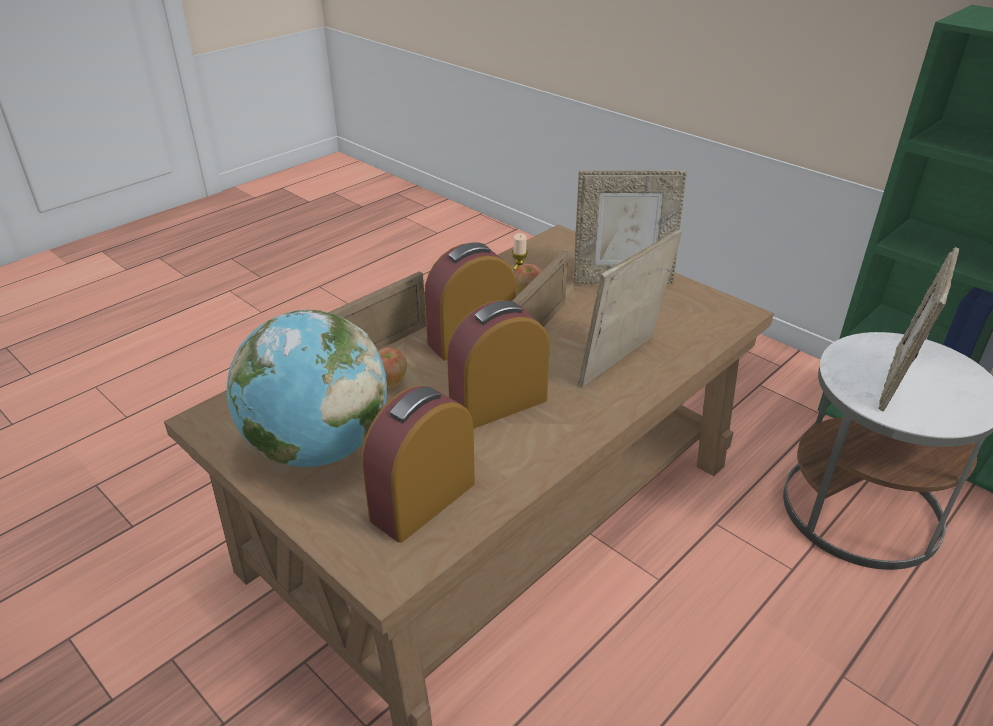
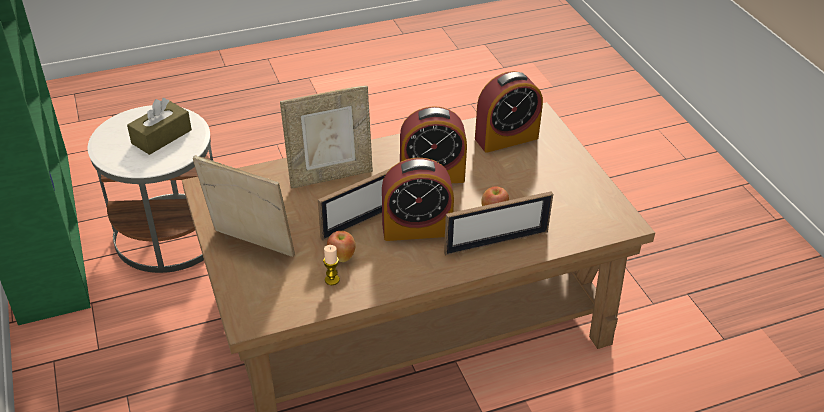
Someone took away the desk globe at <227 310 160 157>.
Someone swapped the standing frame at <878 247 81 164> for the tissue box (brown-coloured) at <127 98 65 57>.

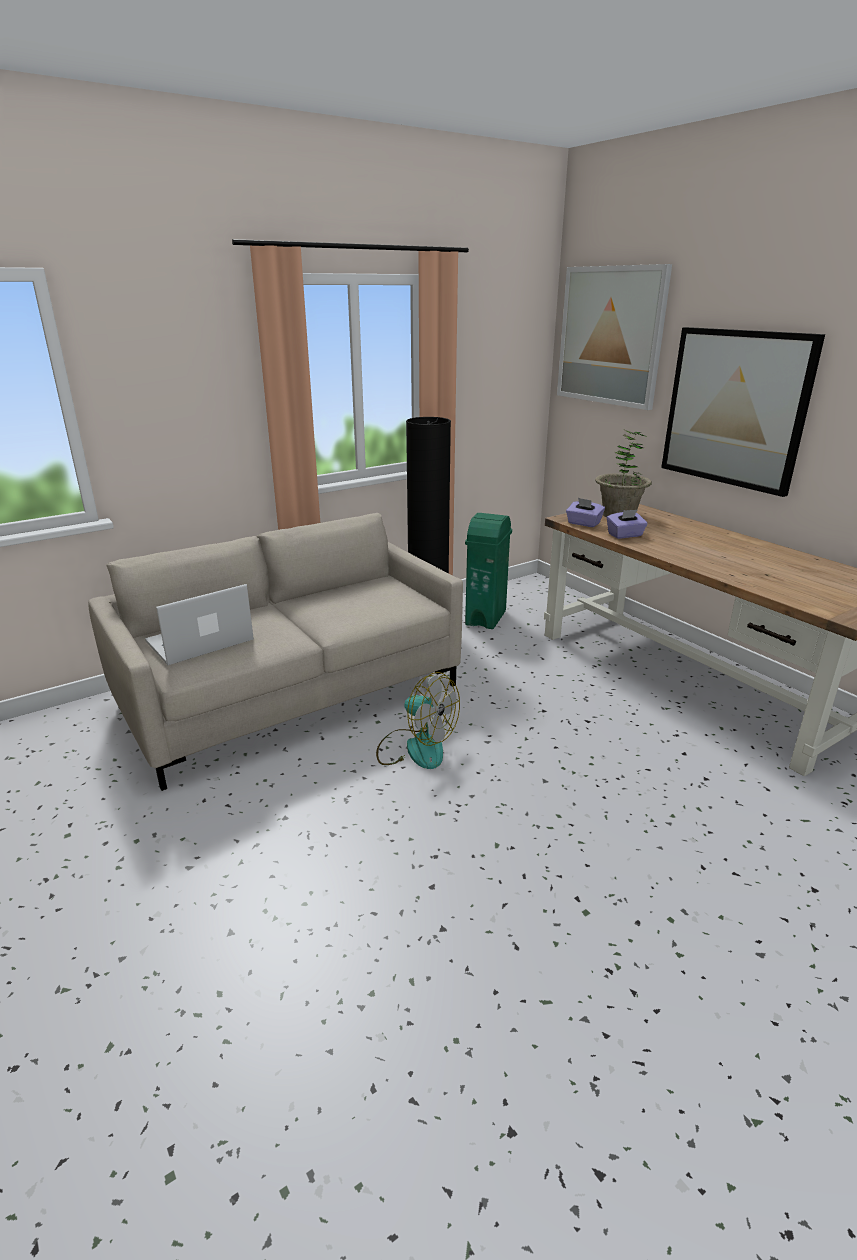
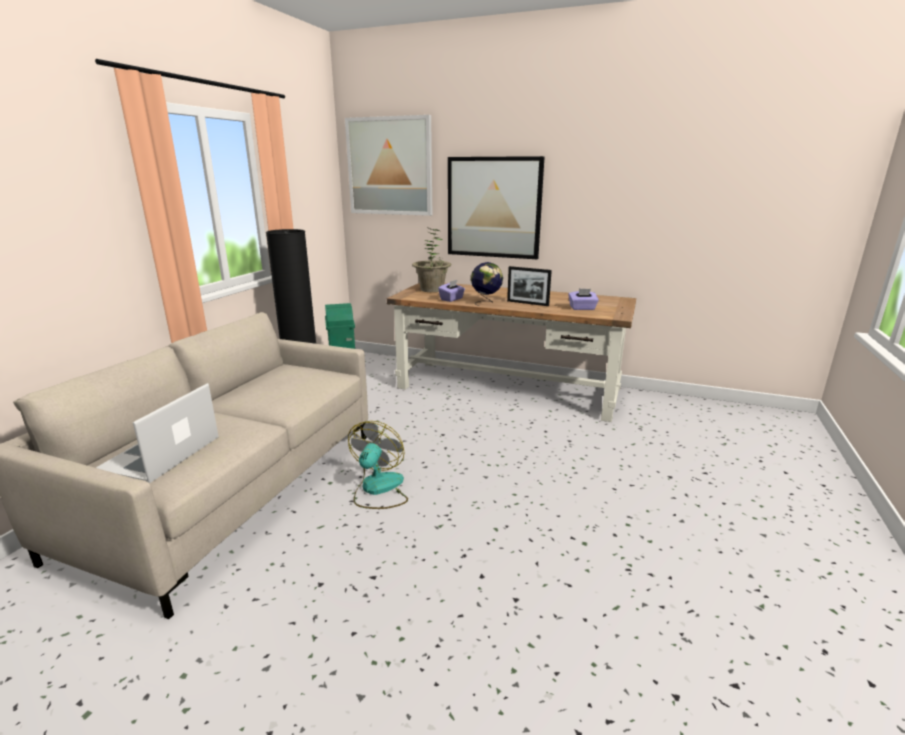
Someone rotated the electric fan at <376 672 84 97> by 75 degrees counterclockwise.
Someone carried the tissue box (purplish) from <566 498 39 29> to <568 289 31 21>.
Someone put down the desk globe at <471 262 32 44>.
Someone put down the standing frame at <507 266 45 40>.

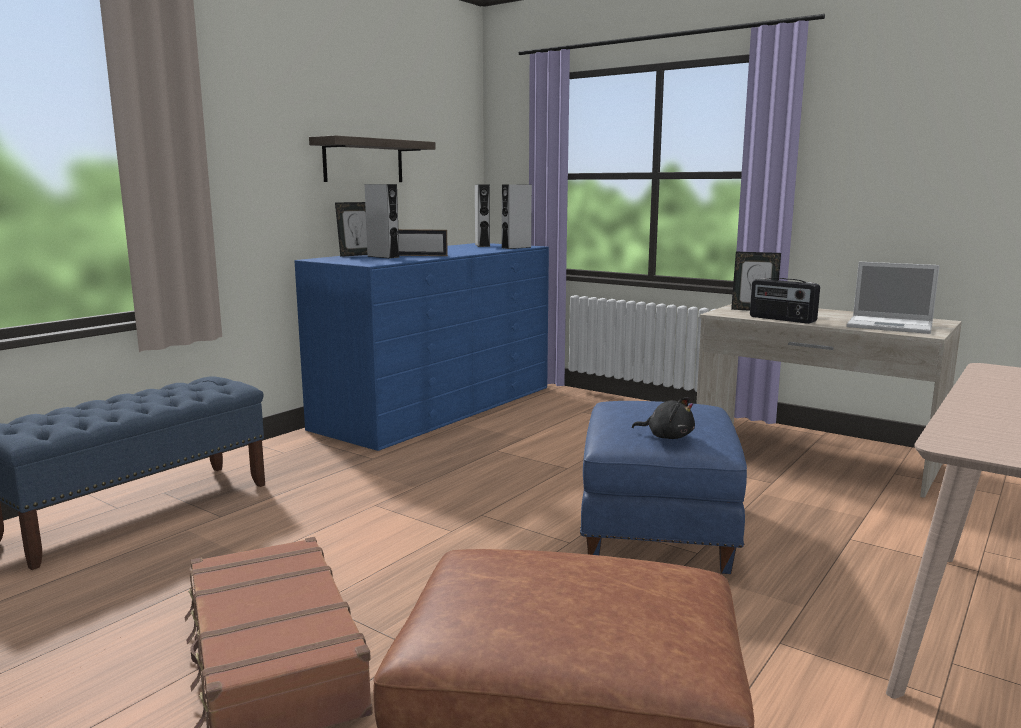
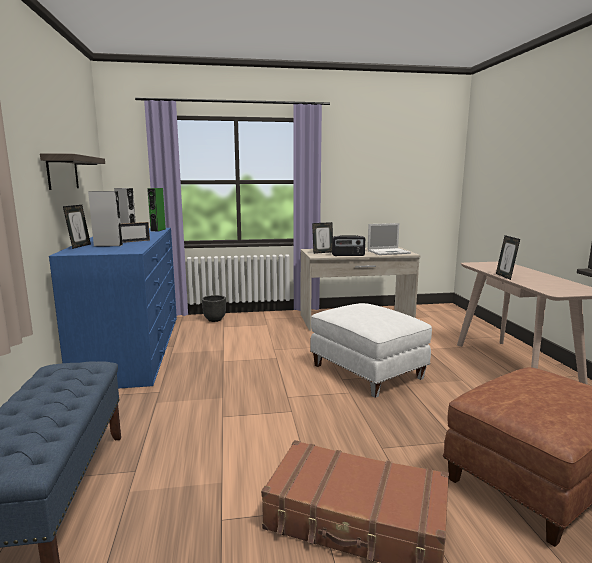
Someone repainted the audio speaker (gray) at <502 184 30 65>, which became the audio speaker (green) at <147 188 19 44>.
Someone repainted the pouffe (blue) at <580 401 167 173>, which became the pouffe (white-coloured) at <310 303 122 95>.
Someone took away the soft toy (blackish) at <632 397 63 42>.
Someone put down the flower pot (blackish) at <202 295 24 27>.
Someone put down the standing frame at <496 235 24 45>.

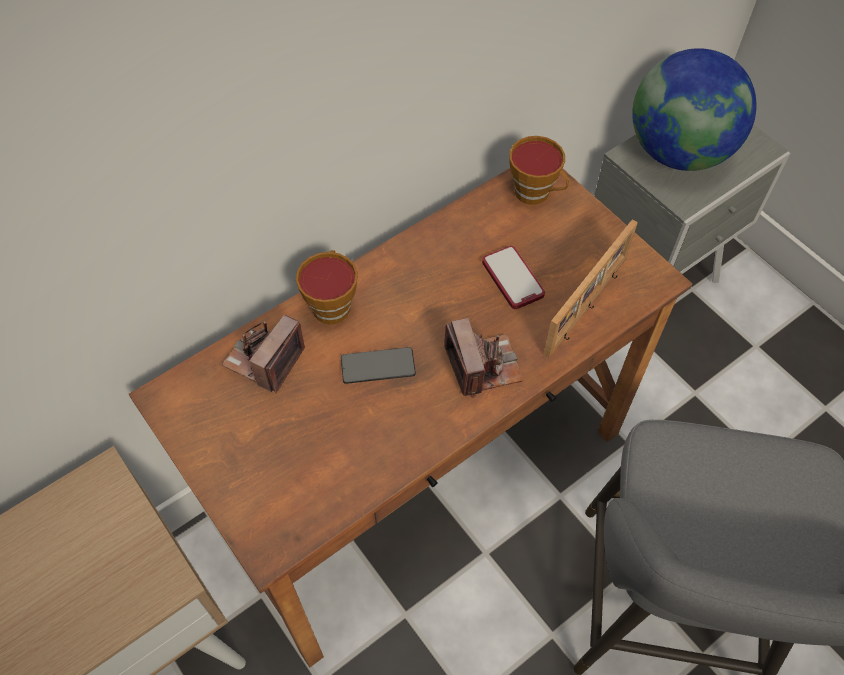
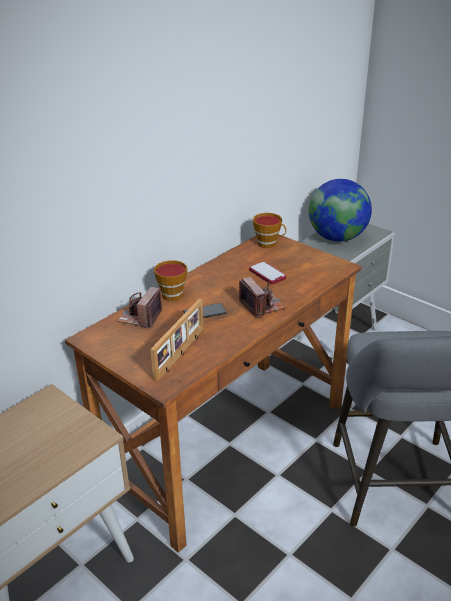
Someone carried the standing frame from <544 220 94 137> to <150 298 54 84>.

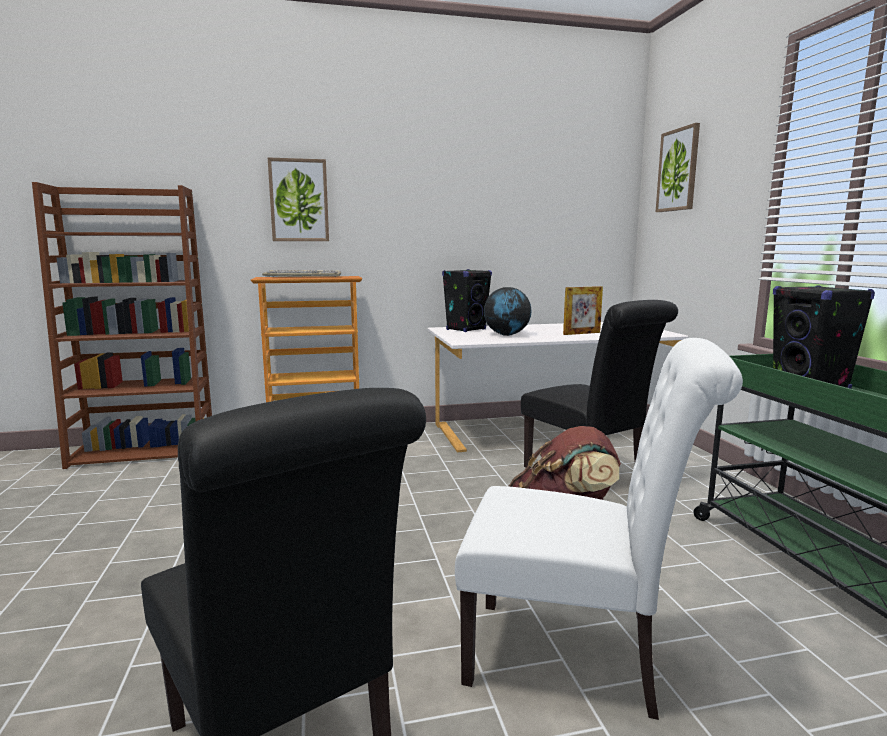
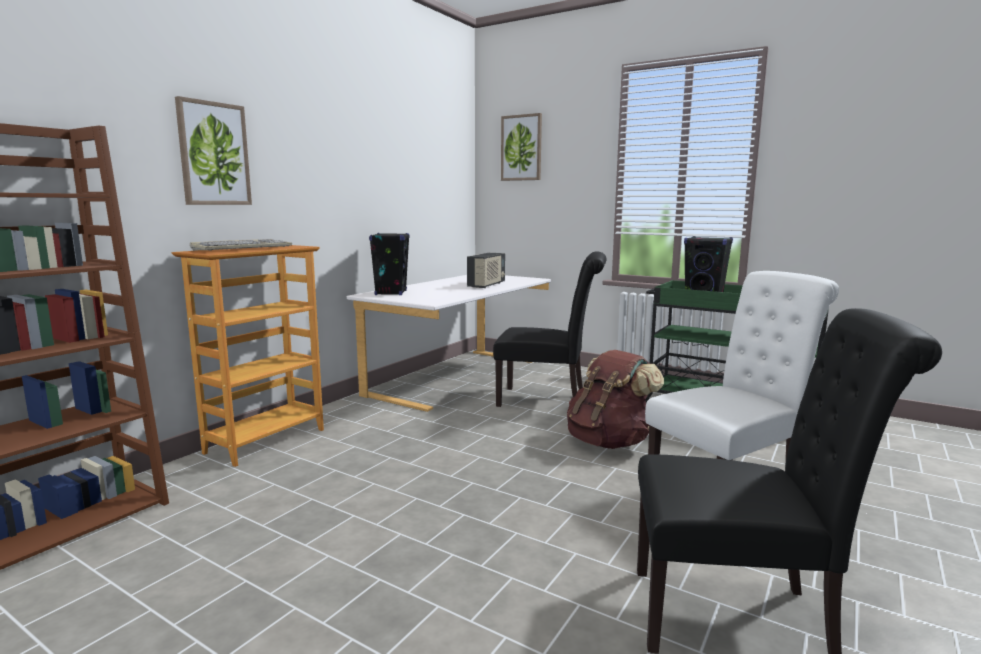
Someone took away the desk globe at <484 287 48 49>.
Someone swapped the standing frame at <563 286 40 49> for the radio set at <467 253 38 35>.

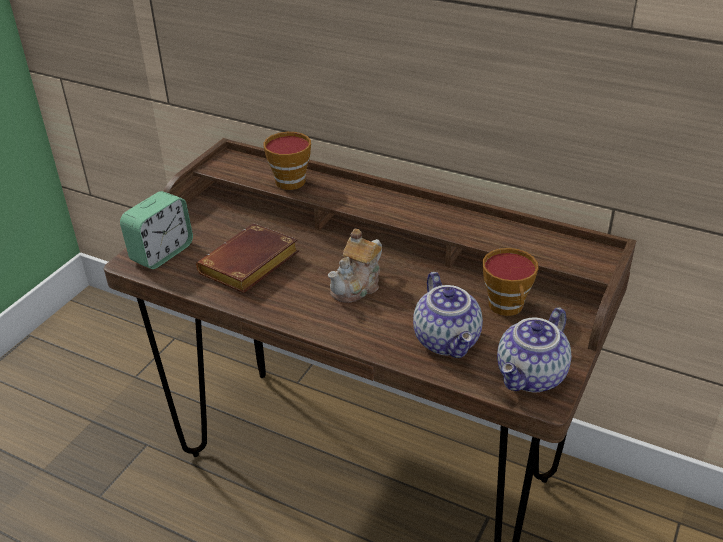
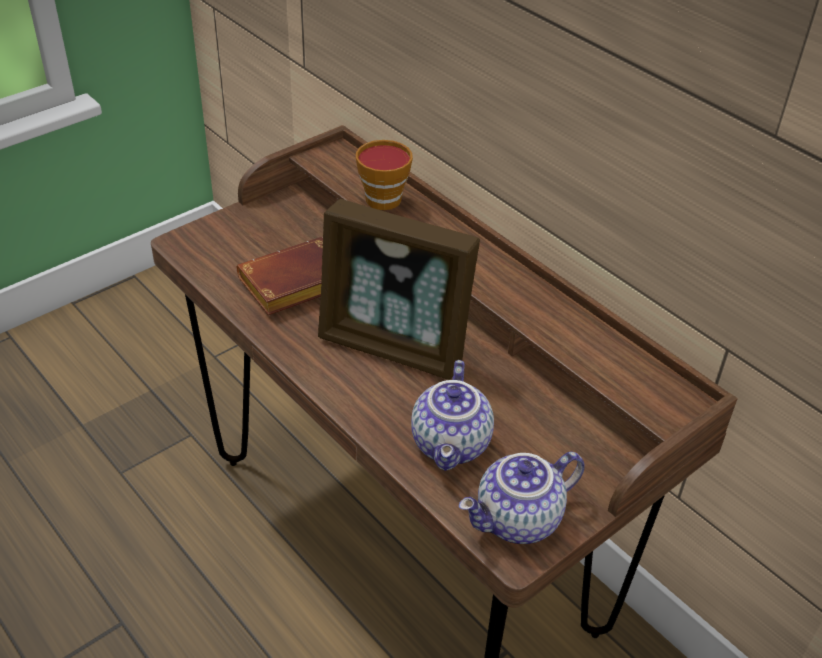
Someone took away the table clock at <120 191 73 78>.
Someone swapped the tea pot at <328 229 54 74> for the standing frame at <318 199 162 181>.
Someone took away the drinking cup at <482 248 57 68>.

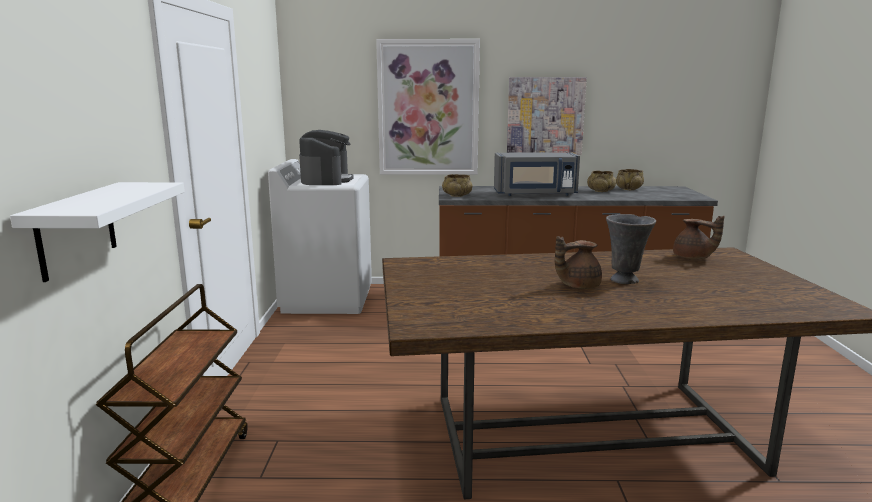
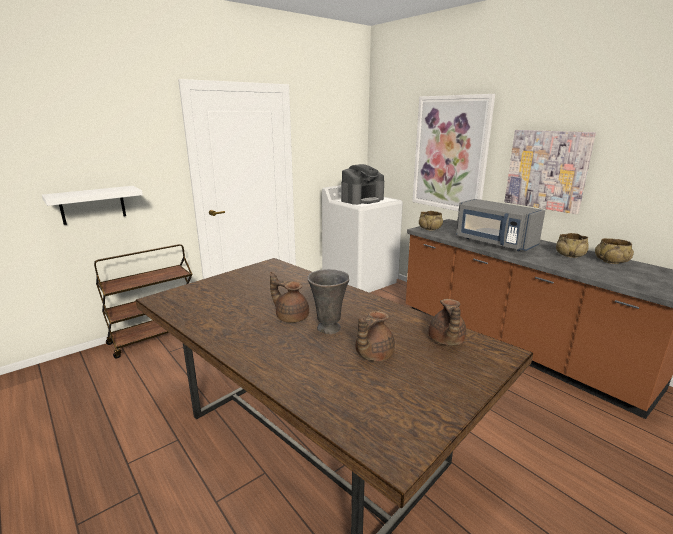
Someone put down the tea pot (brown-coloured) at <356 311 39 50>.

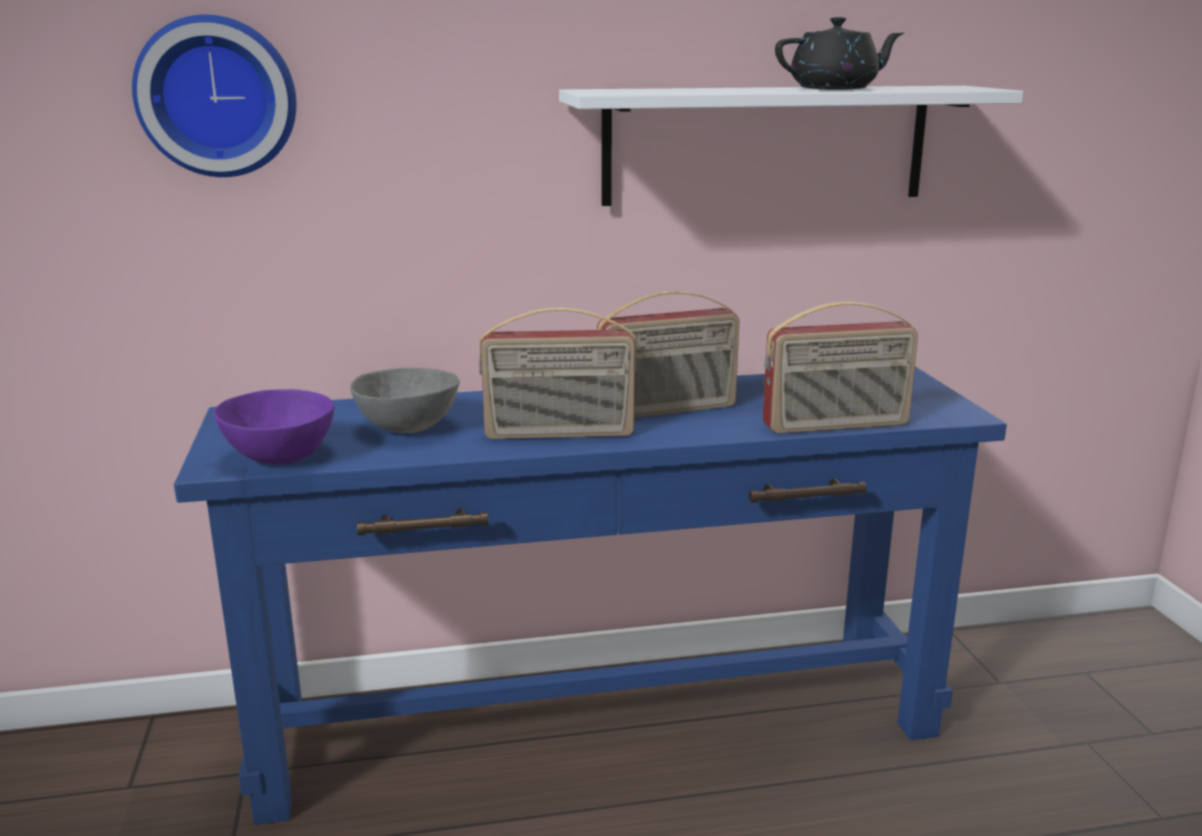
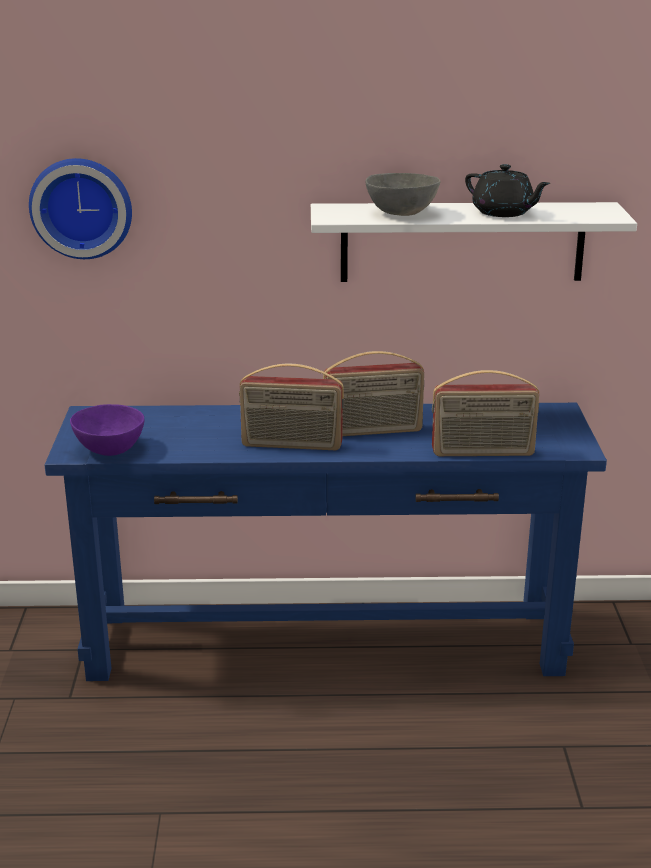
Someone carried the bowl (gray) from <350 368 110 65> to <365 173 76 43>.
Someone rotated the tea pot (blackish) at <775 17 129 72> by 45 degrees clockwise.

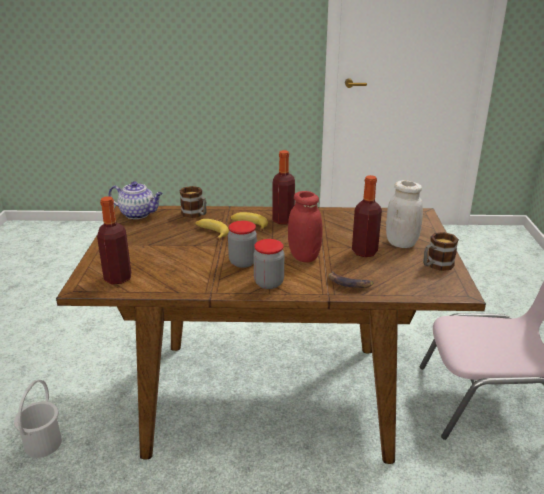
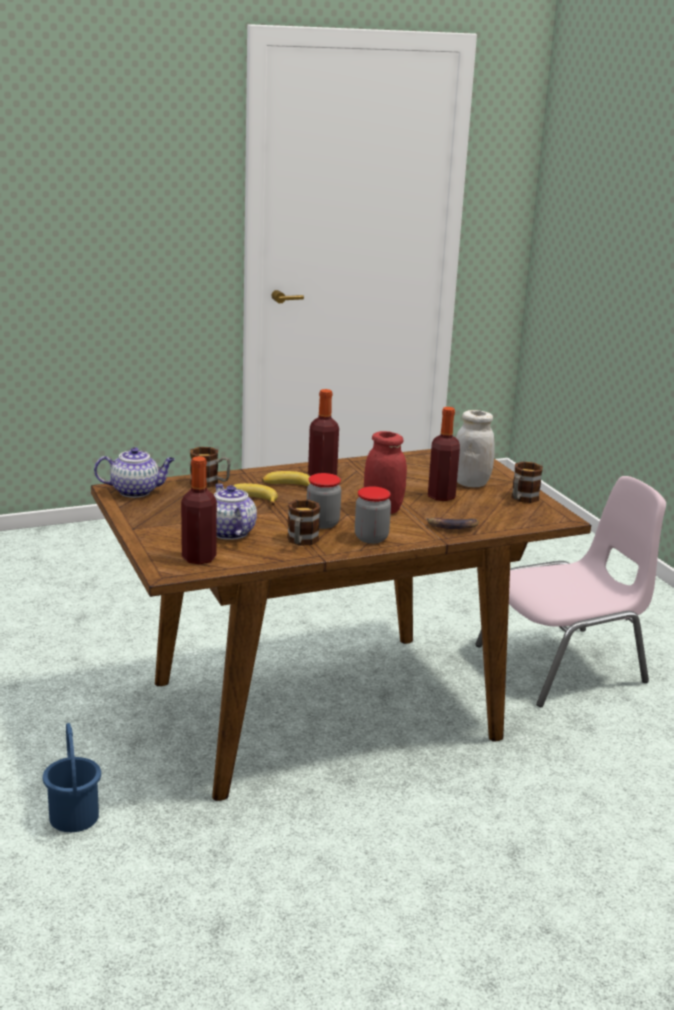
Someone repainted the bucket (white-coloured) at <14 379 48 79>, which became the bucket (blue) at <43 723 58 109>.
Someone put down the tea pot at <214 483 43 57>.
Someone put down the coffee mug at <287 499 33 47>.

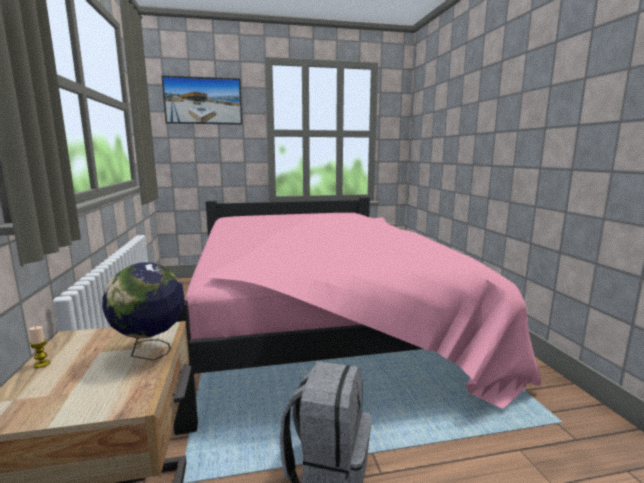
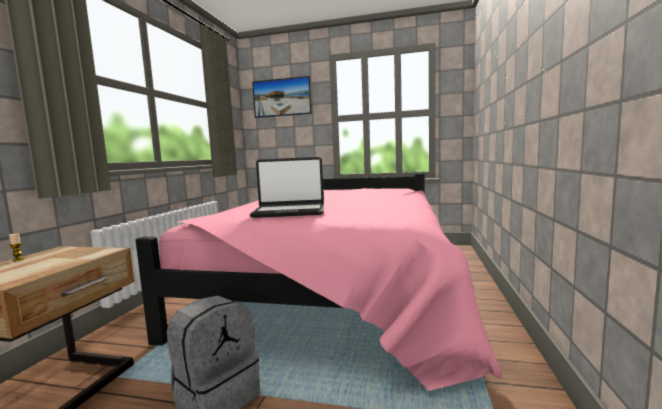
Someone took away the desk globe at <102 263 83 98>.
Someone put down the portable computer at <249 157 75 61>.

